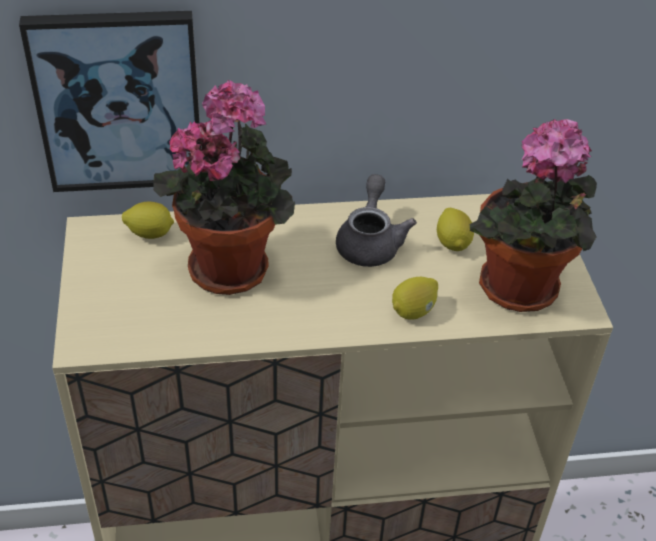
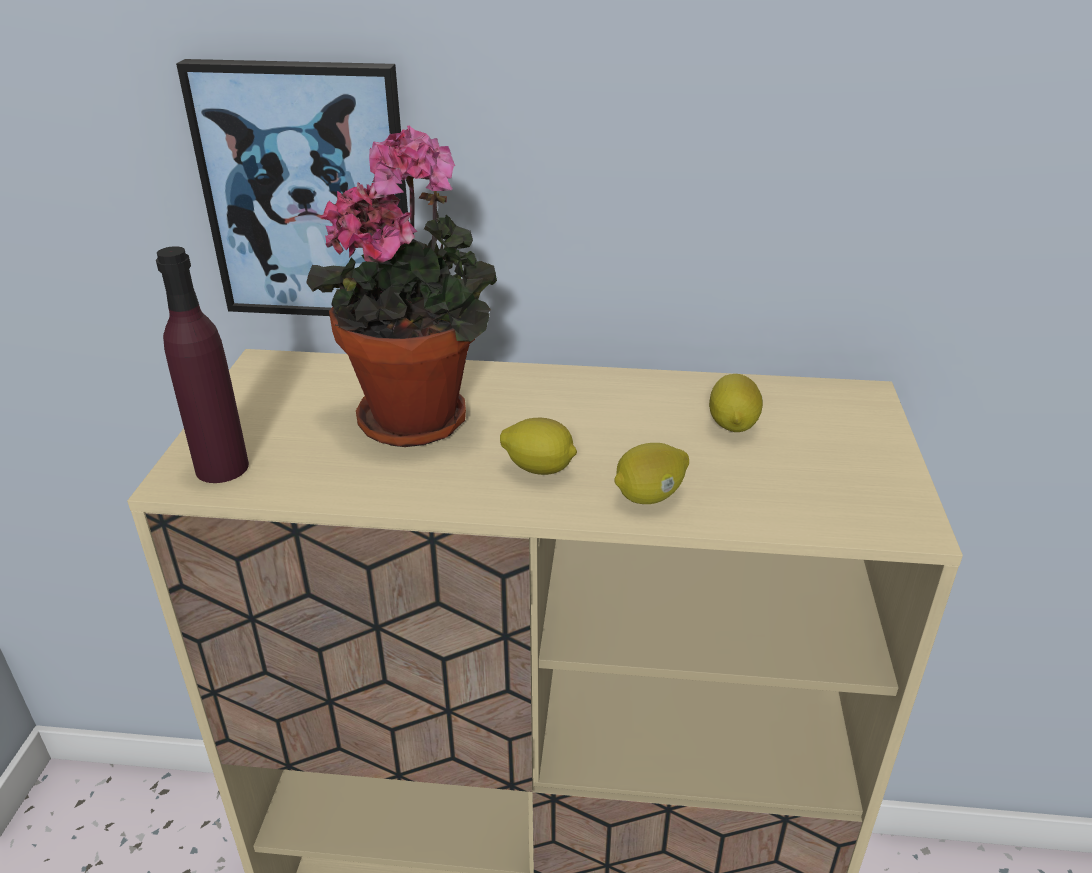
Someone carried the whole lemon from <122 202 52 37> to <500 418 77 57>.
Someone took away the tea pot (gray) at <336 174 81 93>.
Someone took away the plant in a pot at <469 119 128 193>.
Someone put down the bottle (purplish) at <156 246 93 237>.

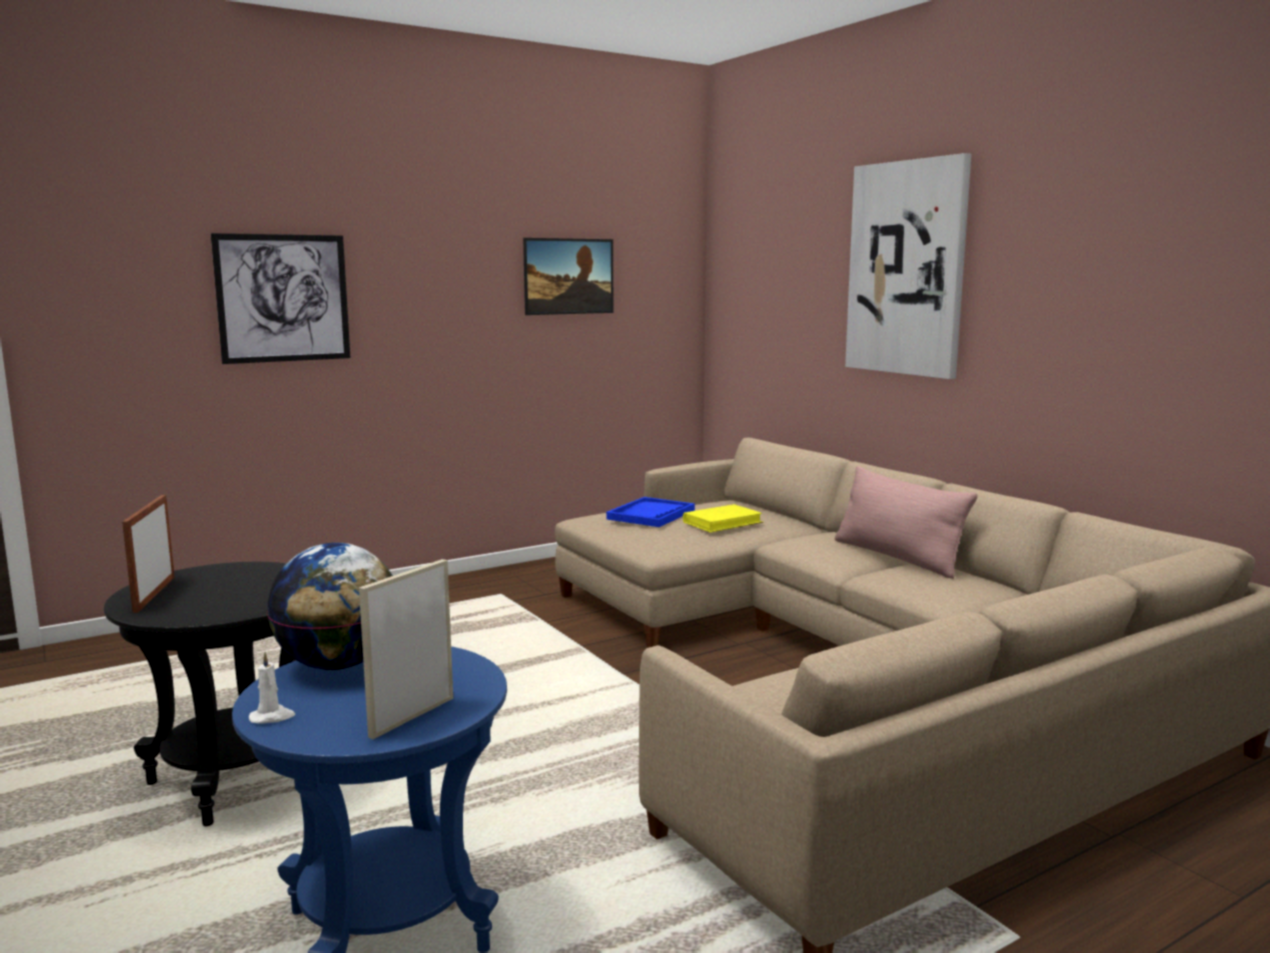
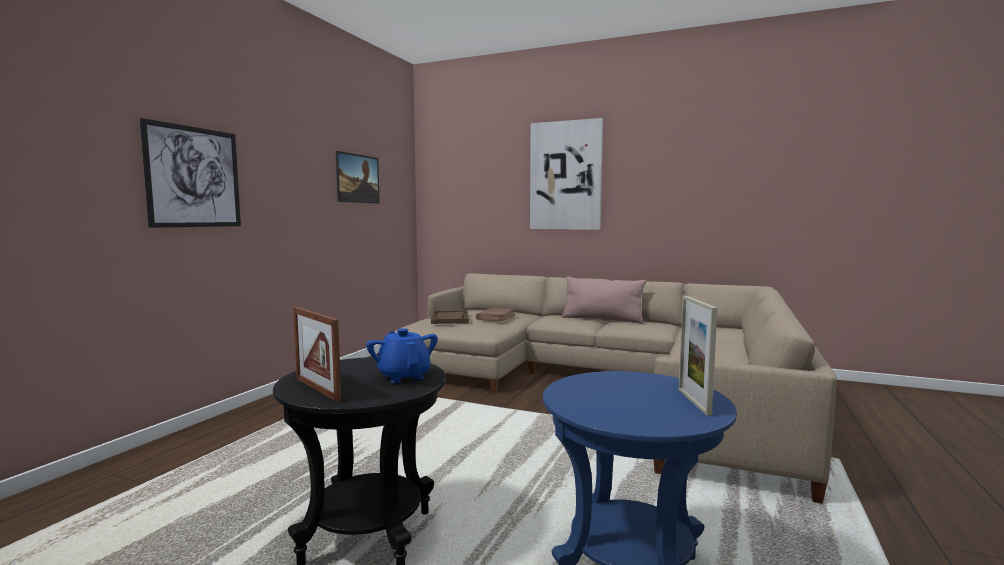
Someone took away the wax light (white-coloured) at <249 652 46 72>.
Someone took away the desk globe at <267 543 126 127>.
Someone repainted the carrying tray (blue) at <606 497 89 30>, which became the carrying tray (brown-coloured) at <431 310 38 14>.
Someone repainted the book (yellow) at <683 504 80 28>, which became the book (brown-coloured) at <476 308 39 14>.
Someone put down the tea pot (blue) at <366 328 72 55>.

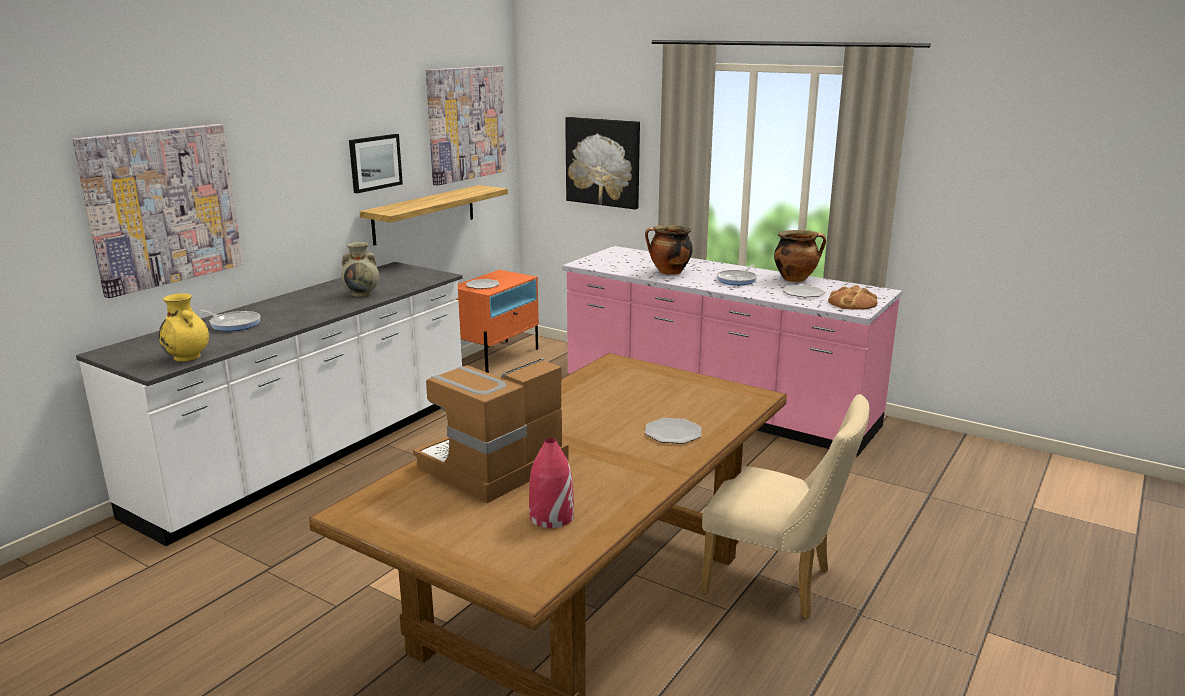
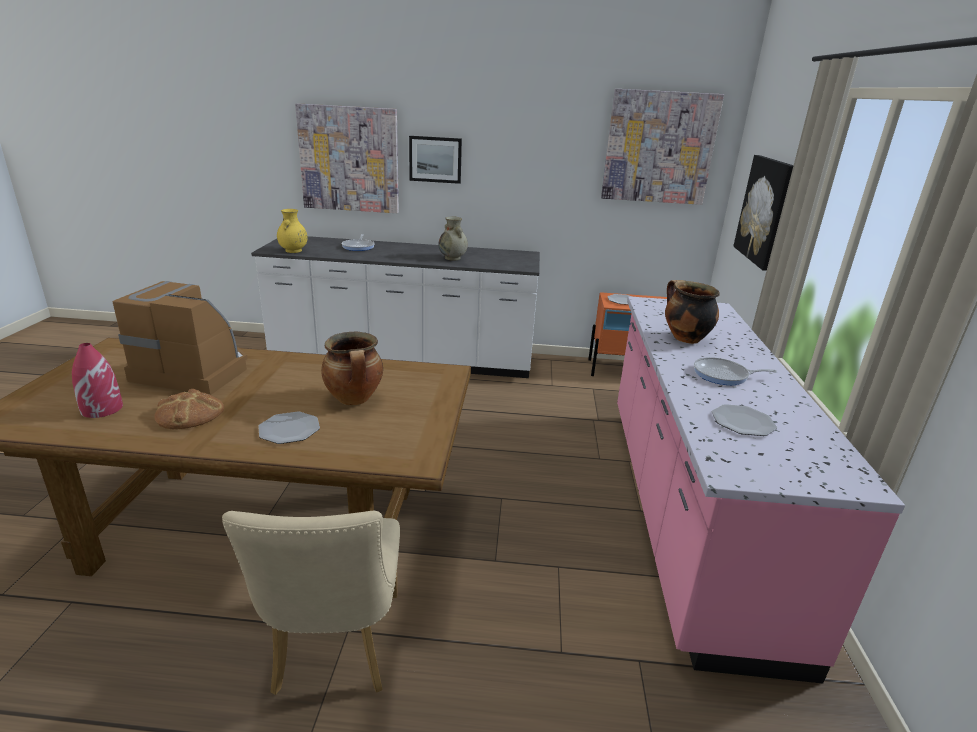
Someone carried the wall picture from <349 134 54 59> to <409 136 53 48>.
Someone took away the shelf at <360 185 148 60>.
Someone carried the saucepot from <774 230 52 52> to <321 332 62 73>.
Someone carried the baked bread from <828 285 49 25> to <154 389 70 40>.

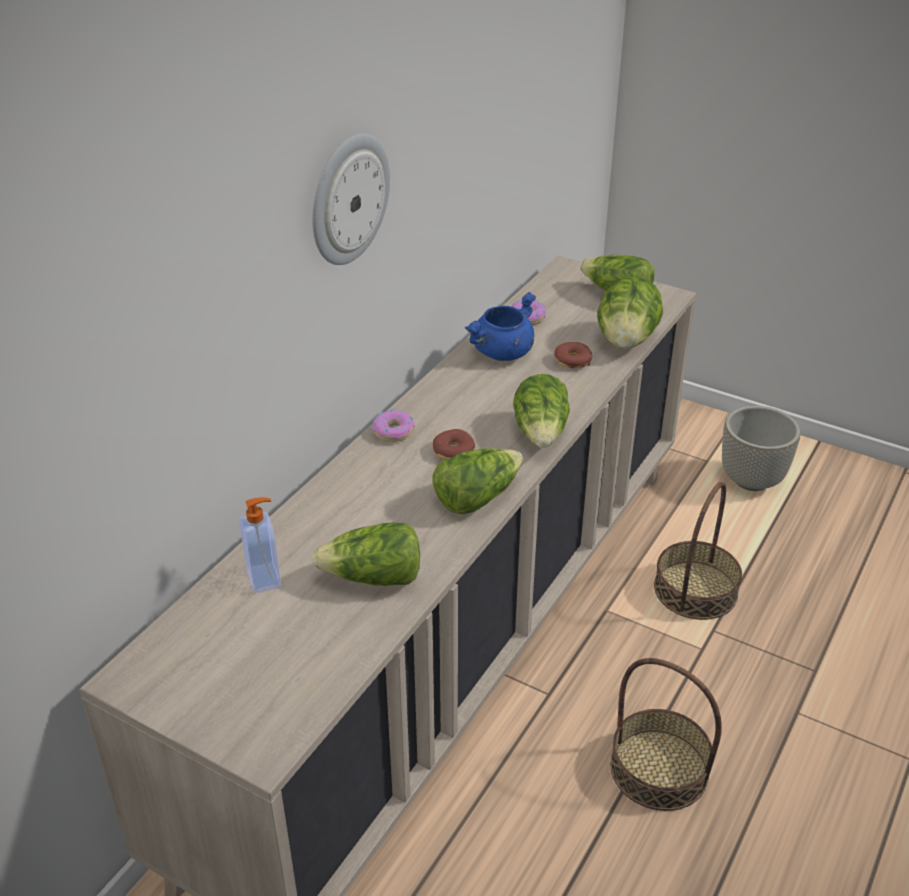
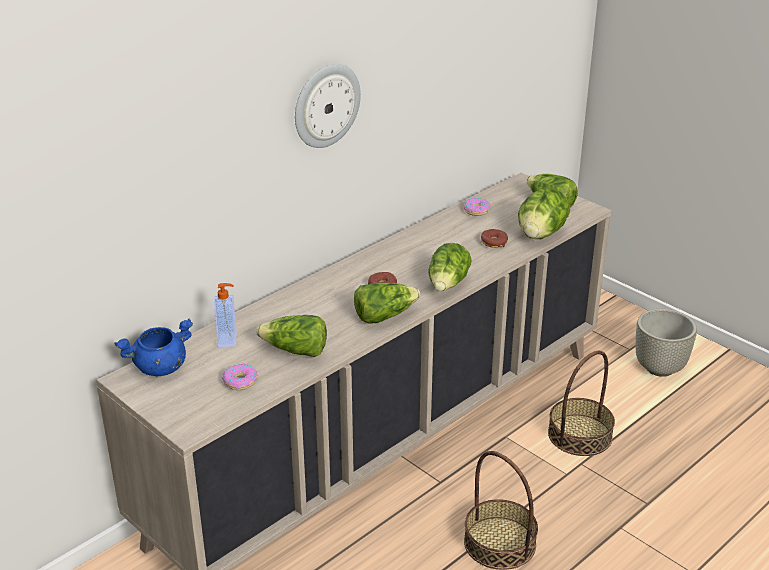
Someone carried the donut from <372 409 43 33> to <222 363 36 27>.
Someone carried the saucepot (blue) from <465 292 71 69> to <114 319 79 57>.

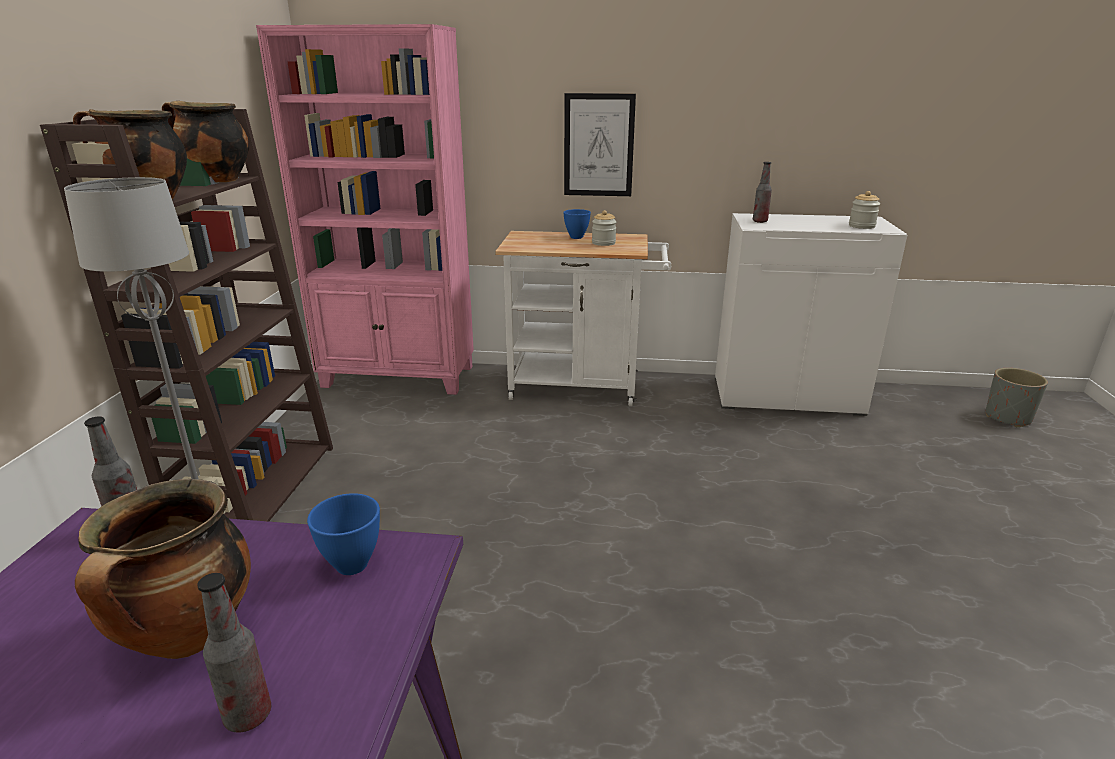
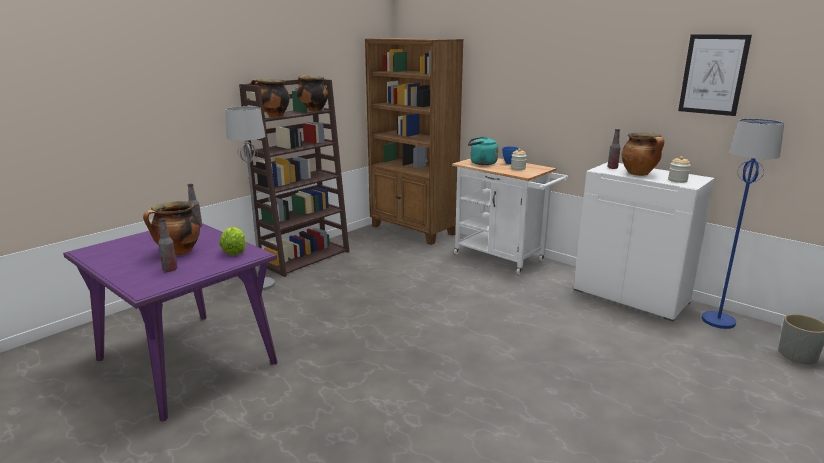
Someone repainted the shelving unit (pink) at <256 24 218 371>, which became the shelving unit (brown-coloured) at <365 38 99 207>.
Someone swapped the bowl (blue) at <307 493 73 82> for the lettuce at <220 227 26 28>.
Someone carried the wall picture from <564 93 72 103> to <678 34 74 82>.
Someone put down the tea kettle (turquoise) at <468 136 30 29>.
Someone put down the saucepot at <621 133 43 43>.
Someone put down the standard lamp (blue) at <702 119 82 210>.

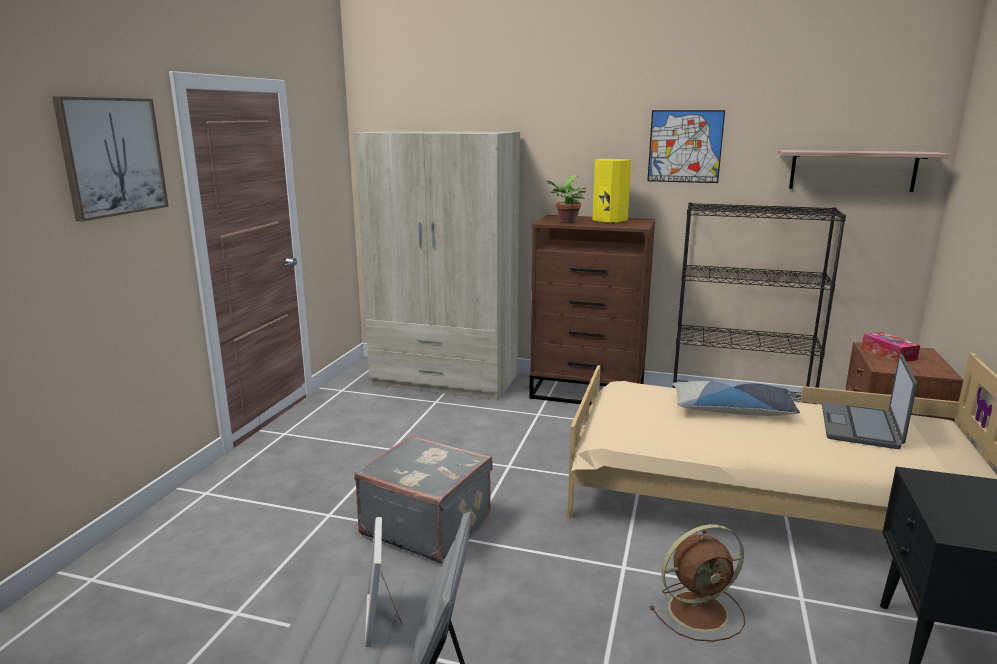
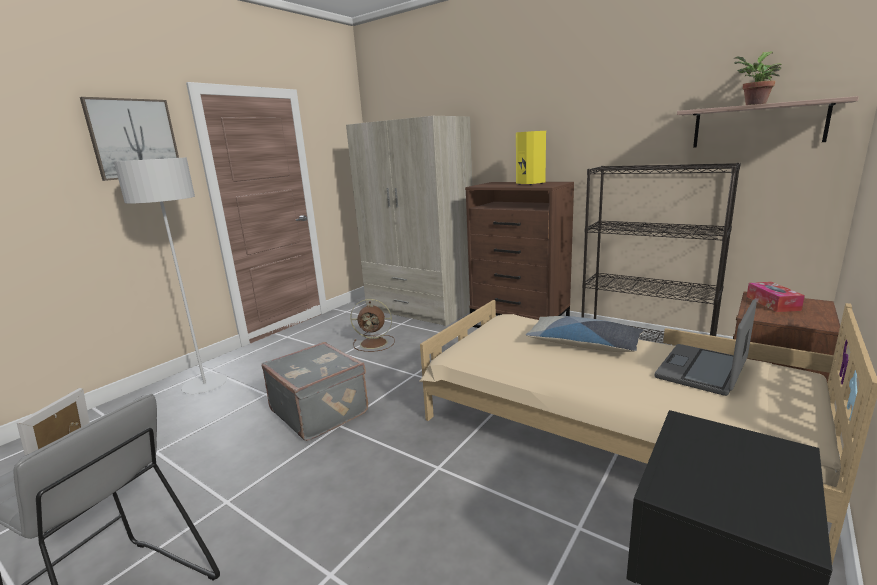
Someone carried the plant in a pot from <545 175 41 49> to <733 51 49 54>.
Someone took away the wall picture at <647 110 78 73>.
Someone carried the electric fan (brown-coloured) from <650 524 95 118> to <350 299 45 53>.
Someone put down the standard lamp (gray) at <114 157 113 237>.

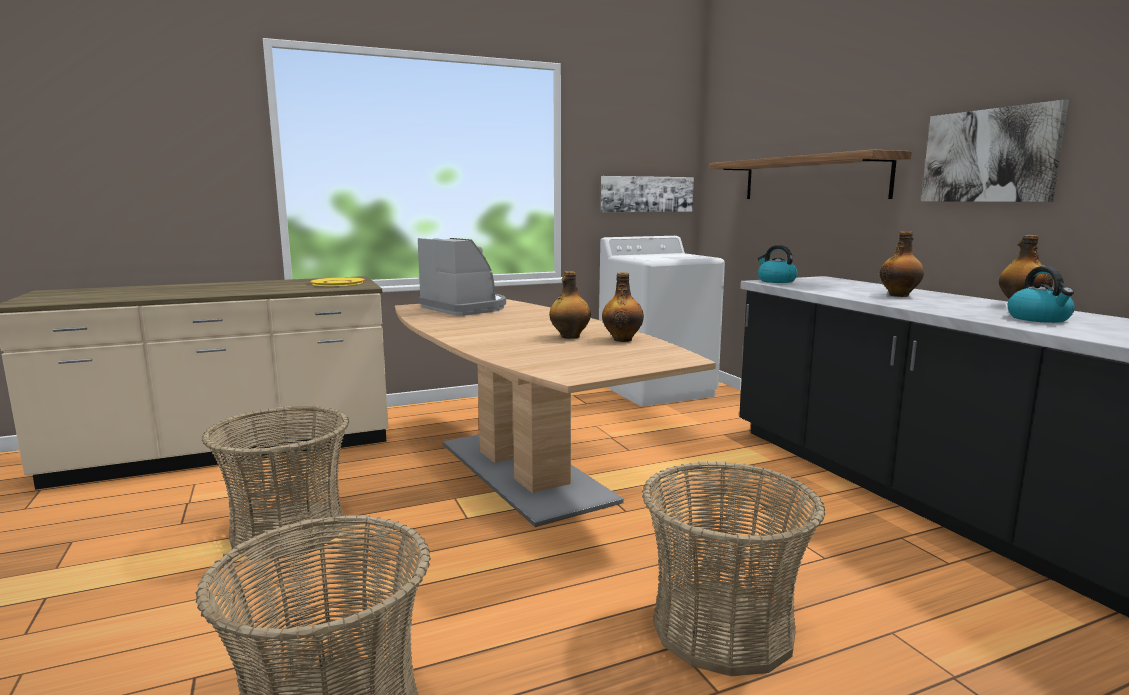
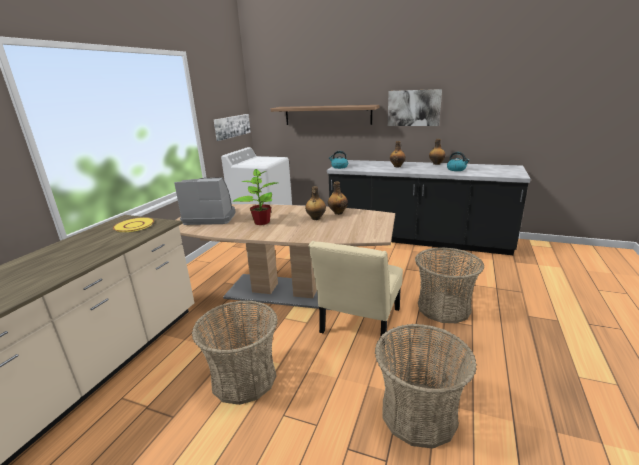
Someone put down the plant in a pot at <232 169 45 56>.
Someone put down the plain chair (beige) at <309 241 94 107>.

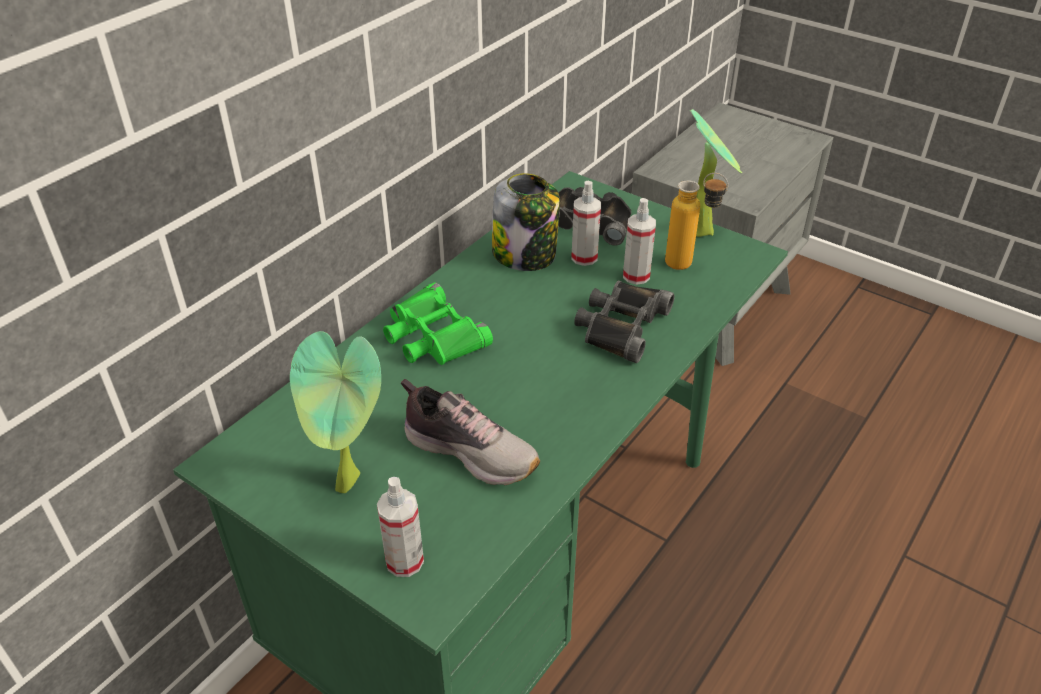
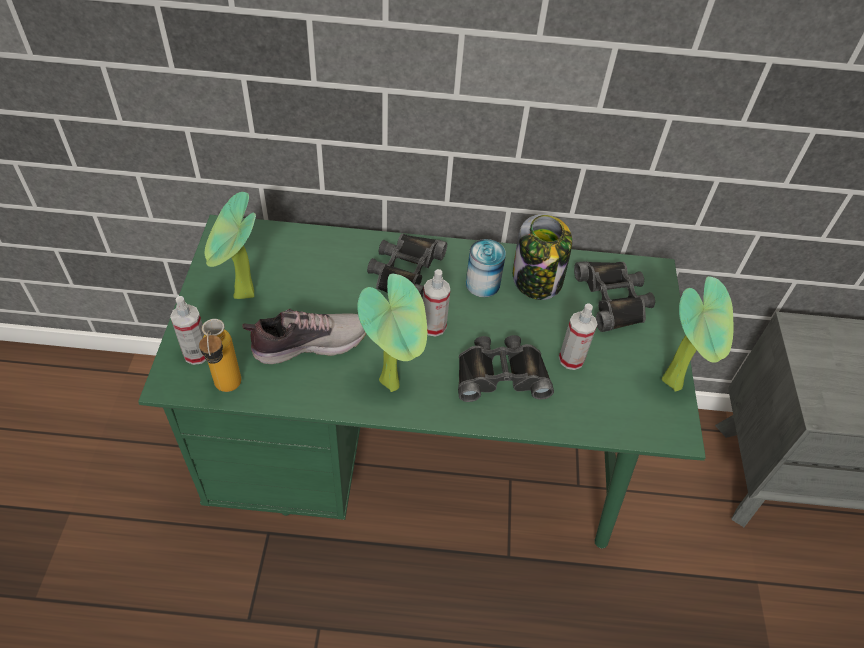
Someone repainted the field glasses (green) at <383 282 110 83>, which became the field glasses (blackish) at <367 233 80 65>.
Someone rotated the item of footwear at <401 379 139 106> by 105 degrees counterclockwise.
Someone carried the spray bottle from <571 181 30 85> to <423 269 27 68>.
Someone carried the bottle from <665 173 63 97> to <199 319 42 73>.
Someone put down the plant in a pot at <357 274 70 118>.
Someone put down the can at <466 239 40 58>.

